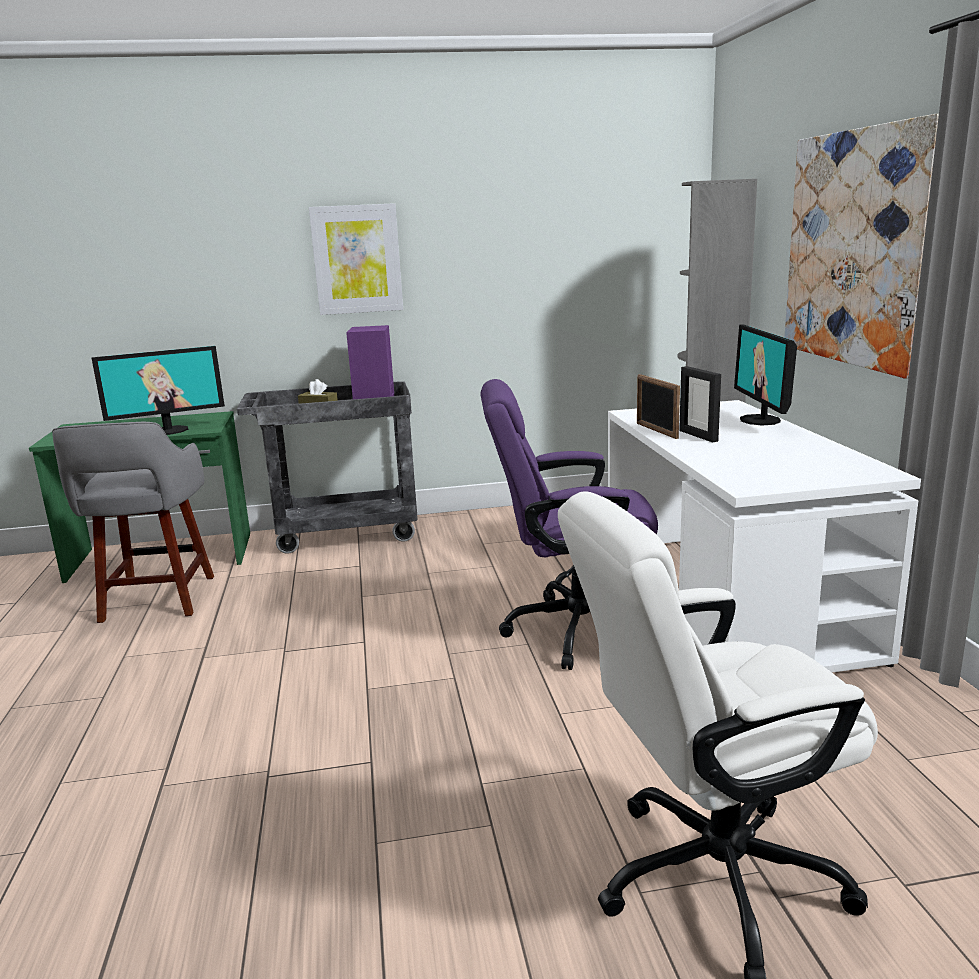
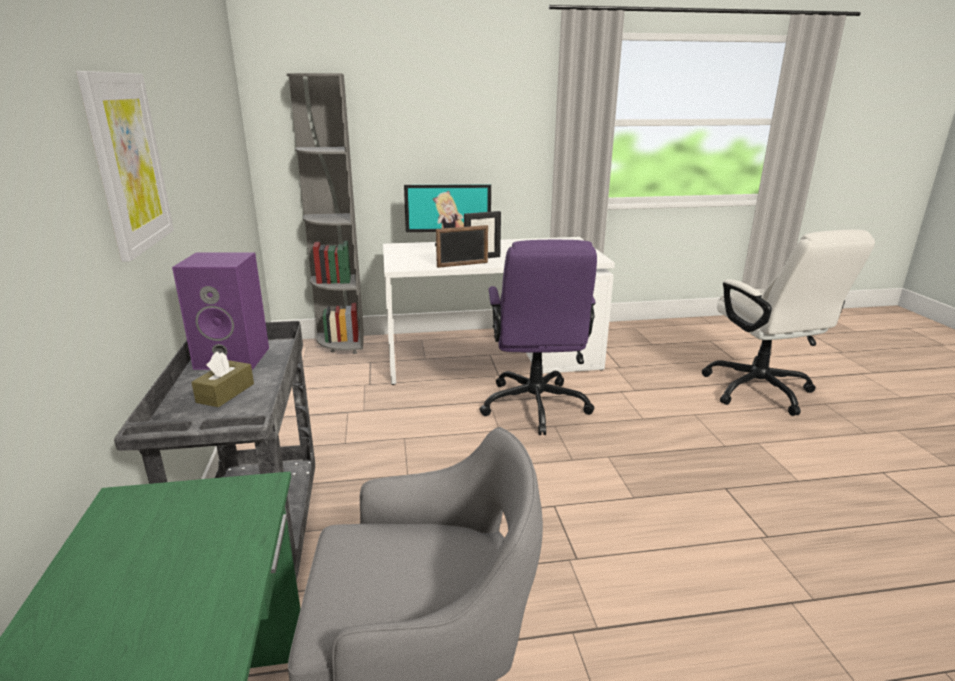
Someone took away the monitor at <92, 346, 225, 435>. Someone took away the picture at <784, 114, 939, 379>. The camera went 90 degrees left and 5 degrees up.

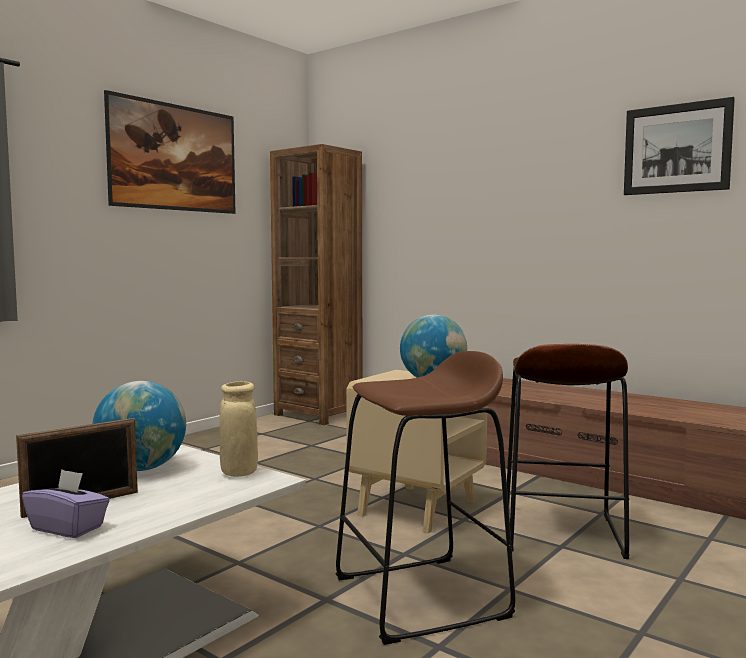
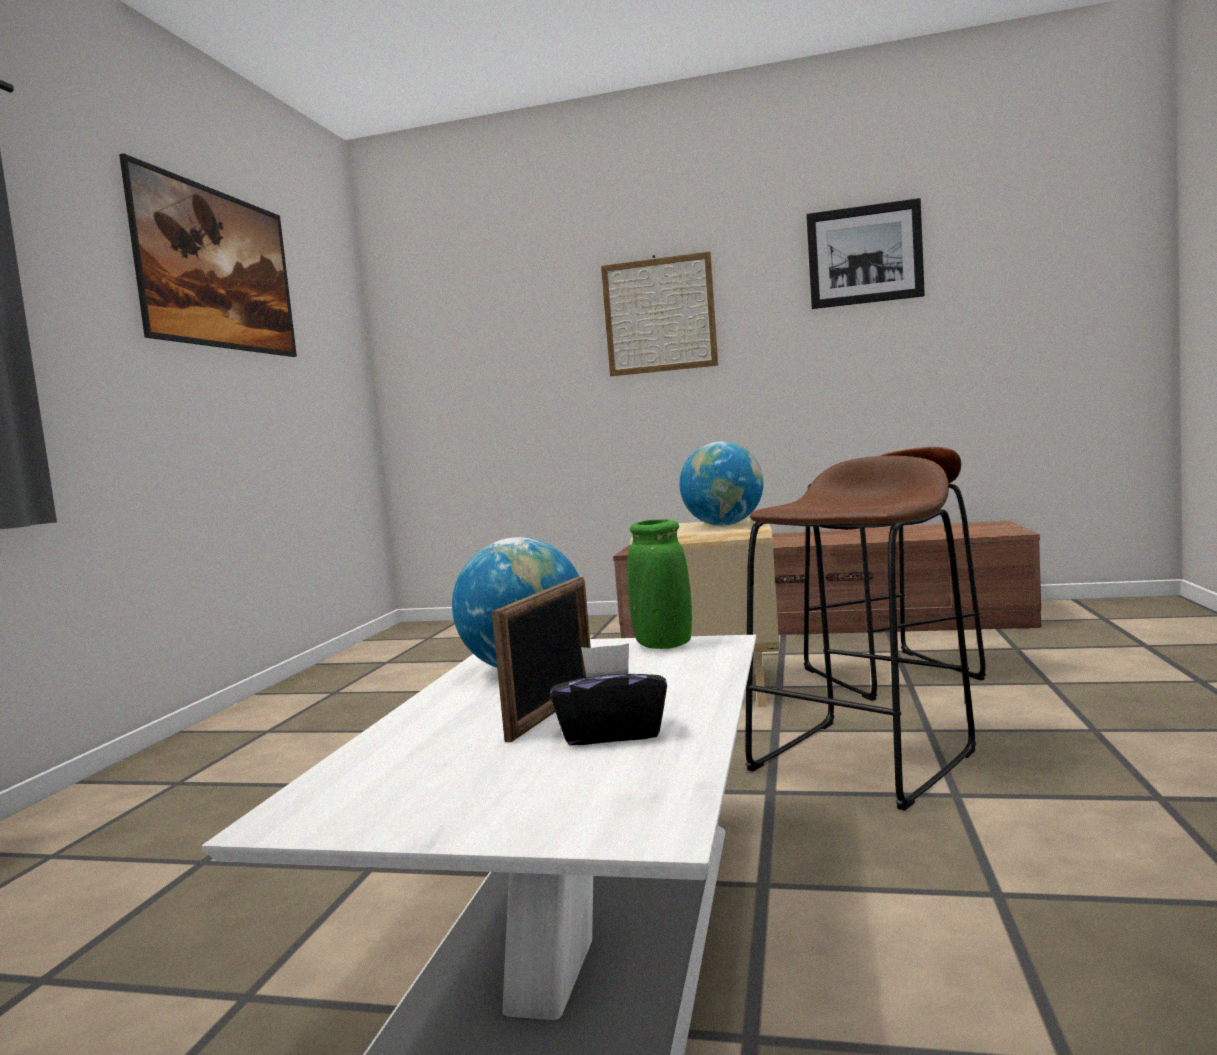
Someone took away the bookcase (brown) at <270, 144, 362, 425>. Someone put up the picture at <601, 251, 718, 376>. Someone repainted the tissue box (purple) at <22, 469, 110, 538>, which became the tissue box (black) at <550, 643, 667, 745>. Someone repainted the vase (beige) at <220, 381, 258, 476>, which became the vase (green) at <627, 519, 692, 649>. The camera went 25 degrees left and 0 degrees up.

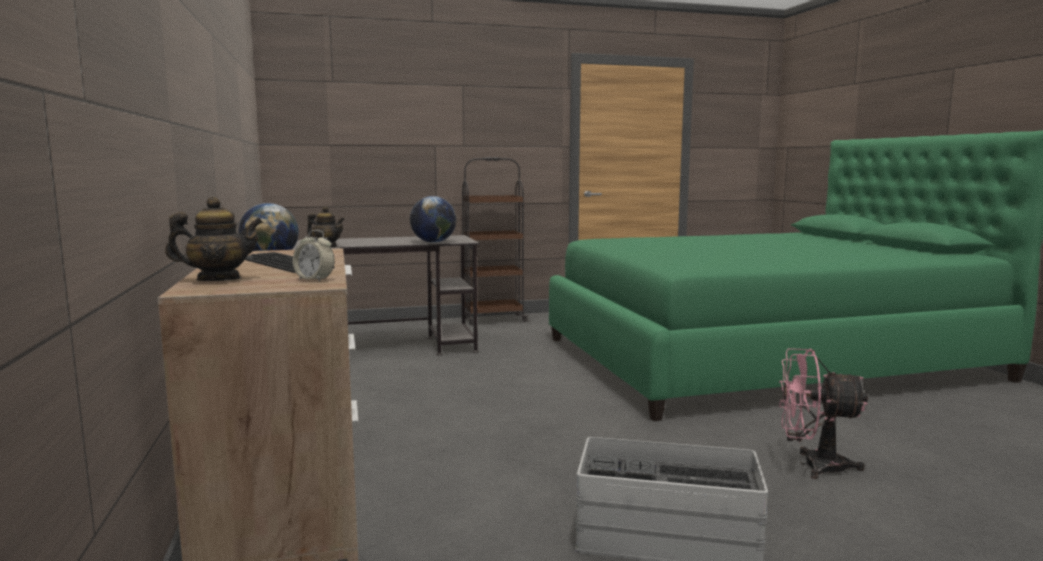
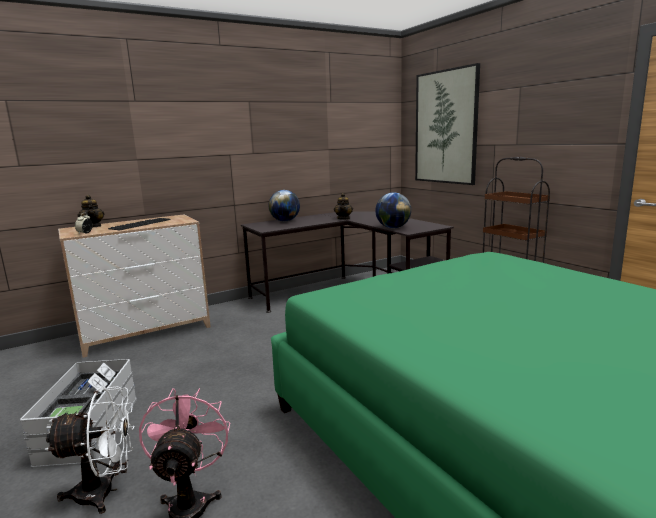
Someone put down the fan (white) at <45, 386, 135, 514>. Someone put up the picture at <415, 63, 480, 185>. The camera went 75 degrees right and 5 degrees up.

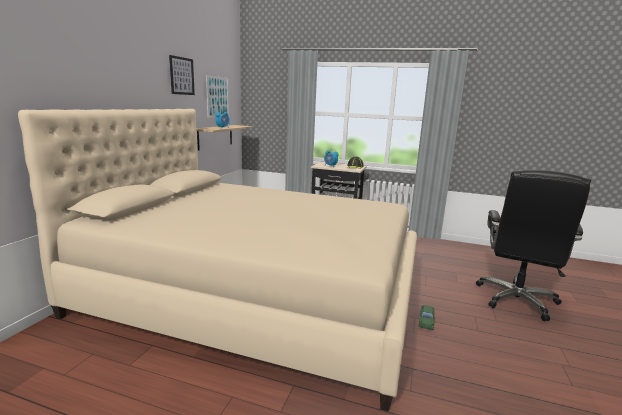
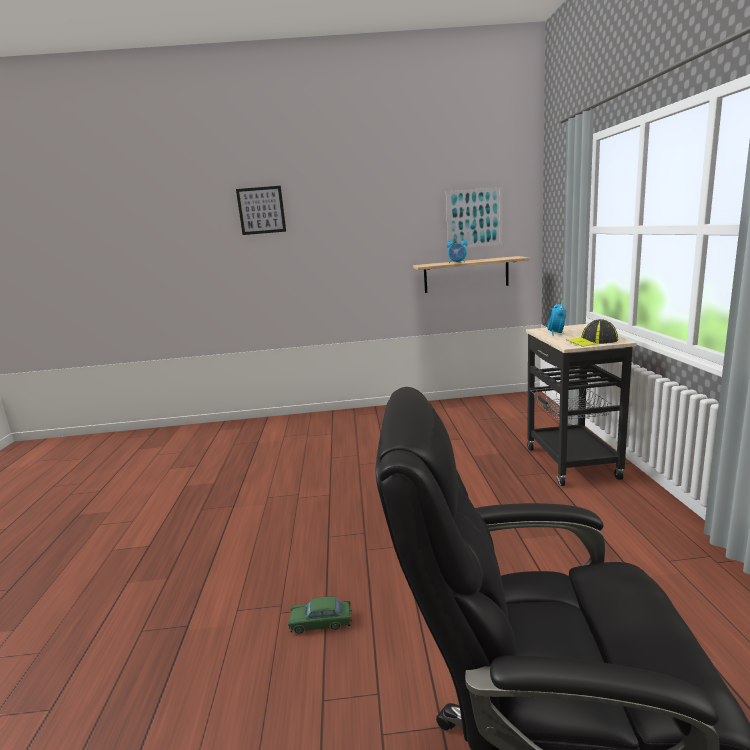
Someone took away the bed (beige) at <18, 109, 417, 412>. Someone carried the picture from <169, 55, 195, 95> to <236, 186, 286, 235>. The camera went 70 degrees right and 0 degrees up.

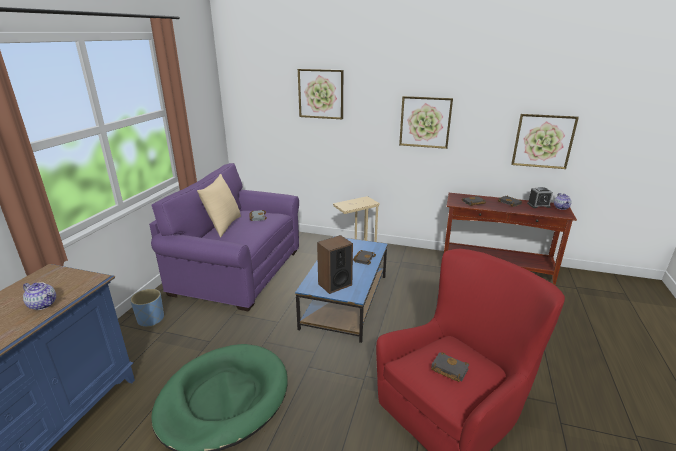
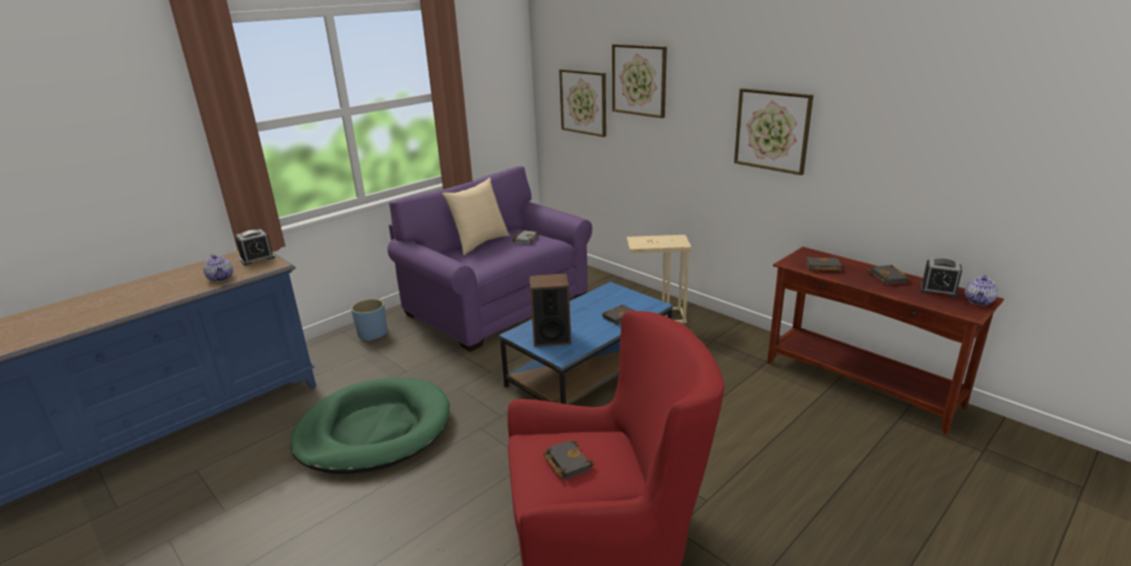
Someone put down the alarm clock at <235, 229, 275, 266>. Someone carried the picture from <511, 114, 579, 169> to <559, 69, 606, 137>. The camera went 30 degrees right and 0 degrees up.

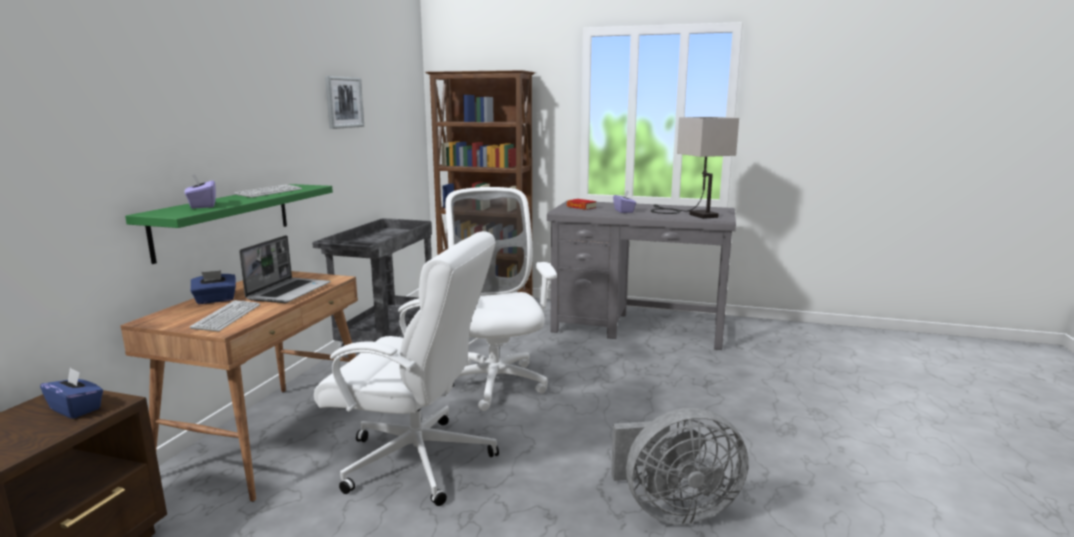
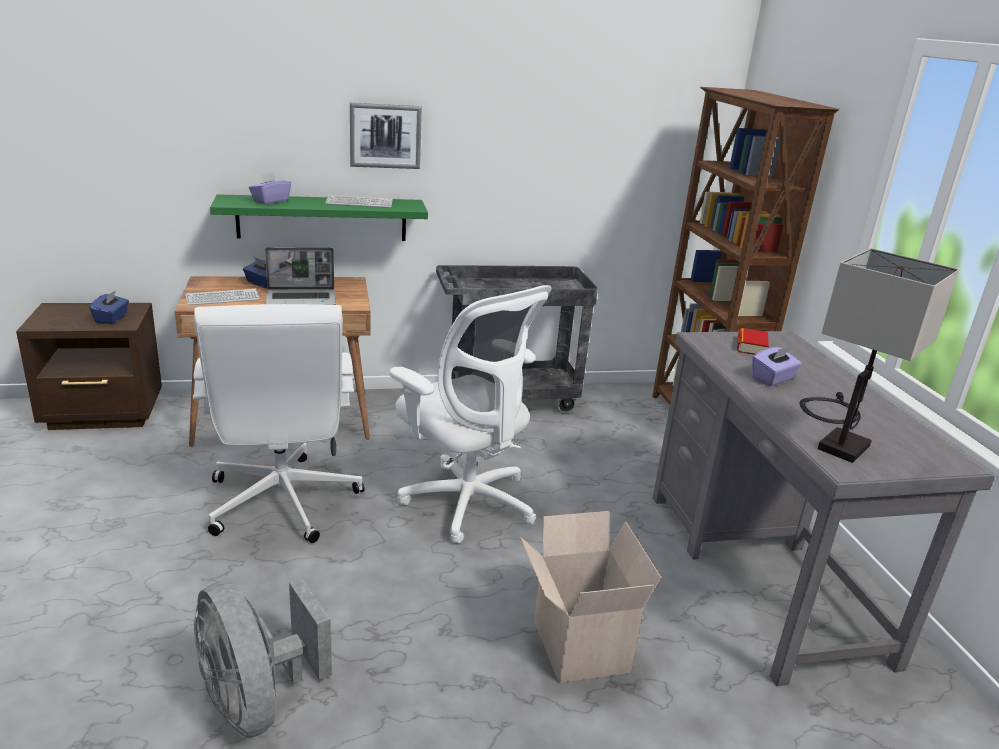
Someone put down the cardboard box at <520, 511, 661, 683>. Someone carried the picture from <325, 76, 364, 129> to <350, 103, 422, 169>. Someone rotated the office chair (white) at <445, 187, 557, 411> by 90 degrees clockwise. The camera went 60 degrees right and 10 degrees up.

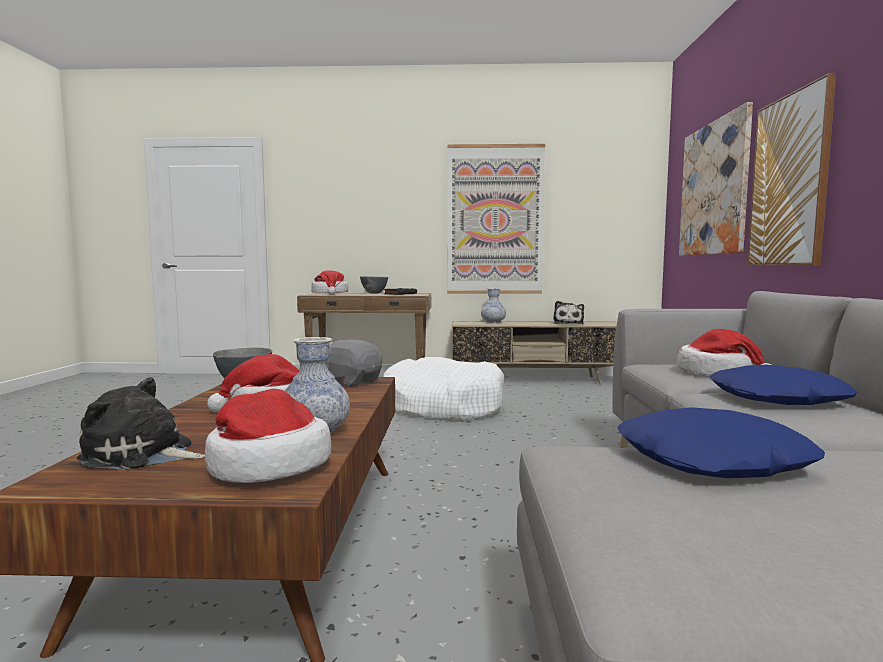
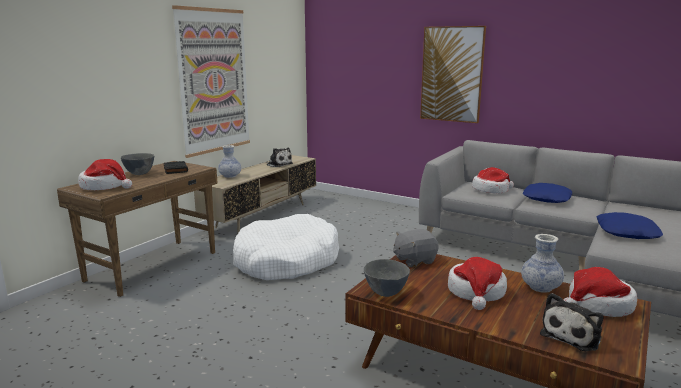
Someone took away the picture at <679, 102, 753, 256>. The camera went 60 degrees left and 10 degrees up.

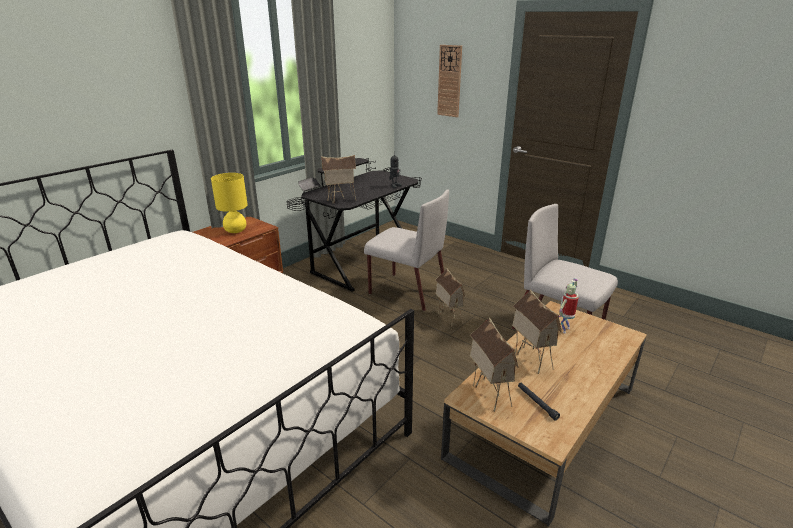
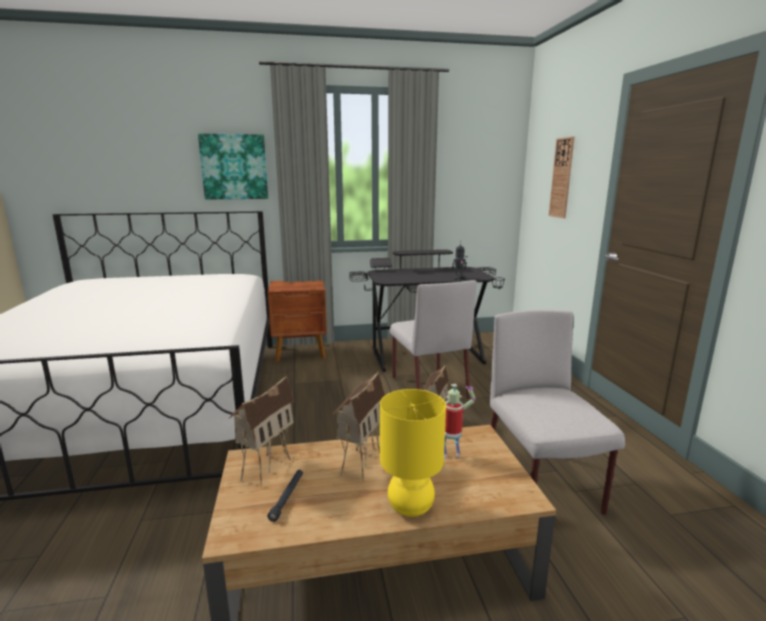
Someone took away the toy house at <321, 155, 356, 203>. Someone put up the picture at <198, 134, 268, 199>. Someone carried the table lamp (yellow) from <211, 173, 248, 233> to <380, 389, 446, 517>. The camera went 40 degrees right and 10 degrees down.

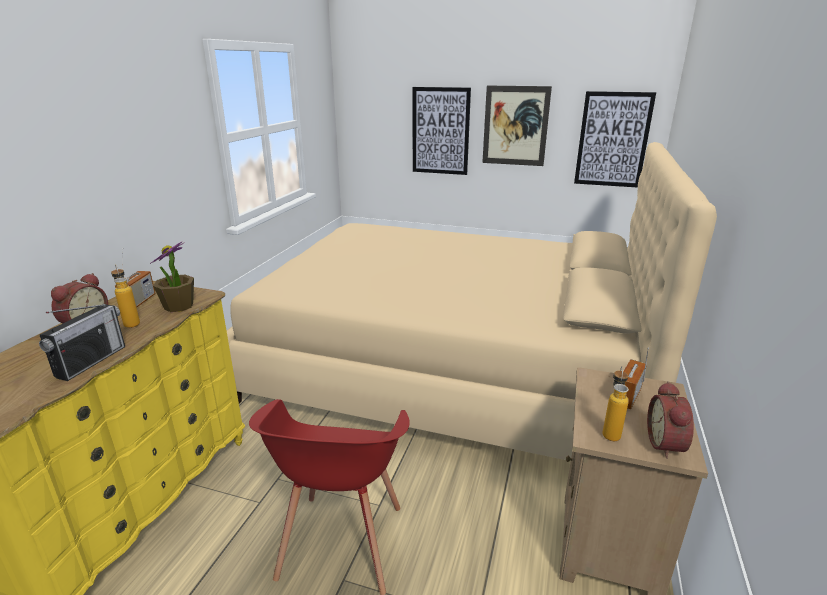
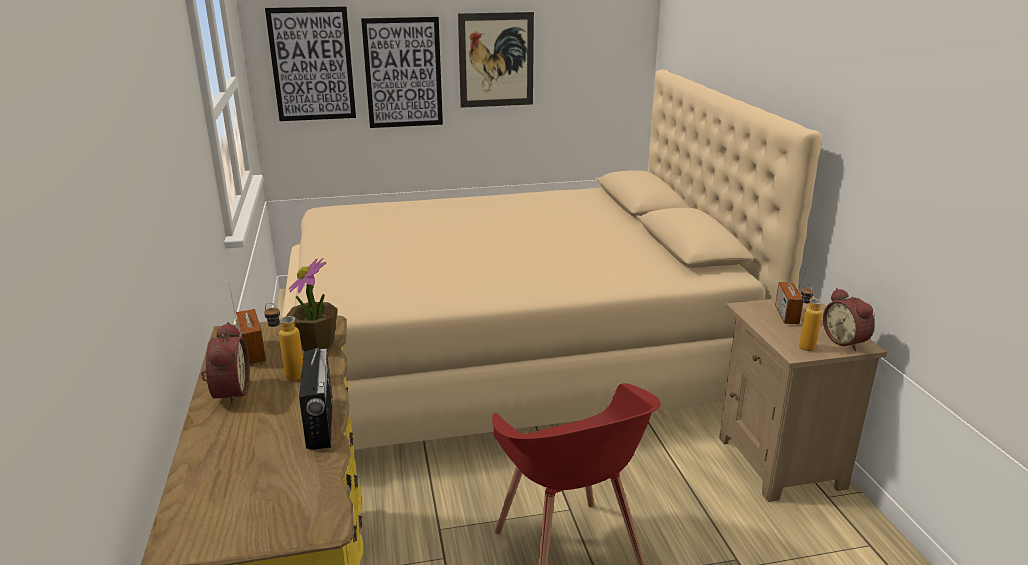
Someone carried the picture from <574, 91, 656, 188> to <265, 6, 356, 121>. The camera went 30 degrees left and 0 degrees up.

